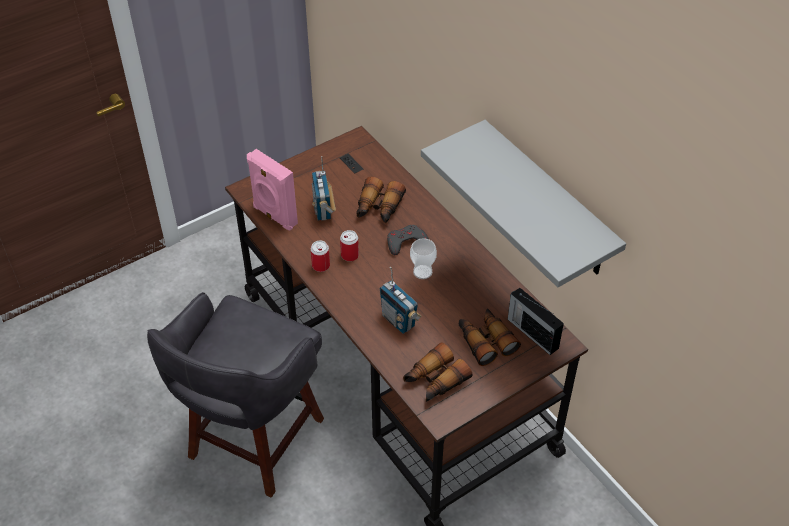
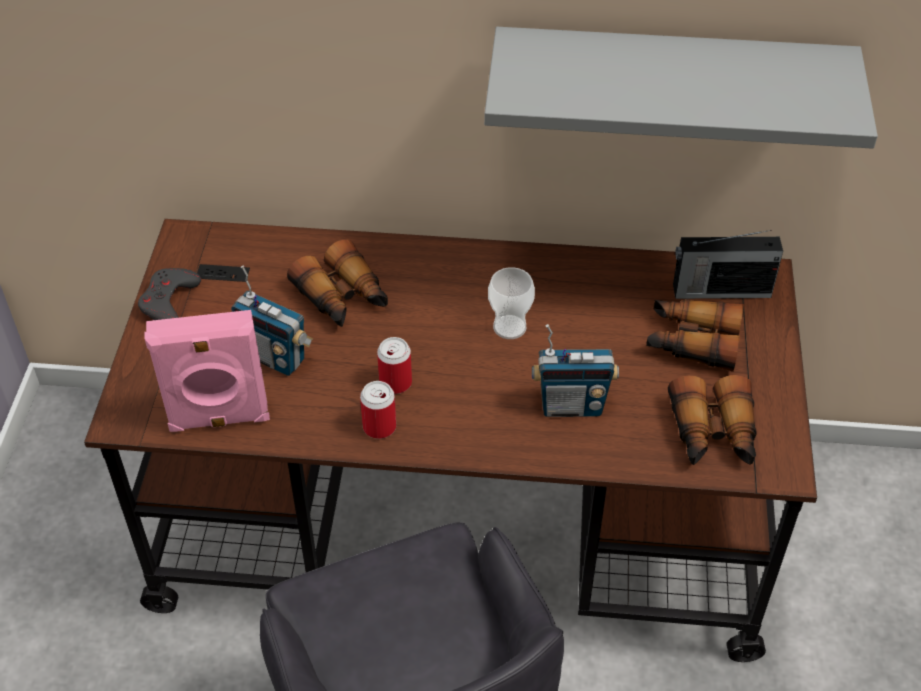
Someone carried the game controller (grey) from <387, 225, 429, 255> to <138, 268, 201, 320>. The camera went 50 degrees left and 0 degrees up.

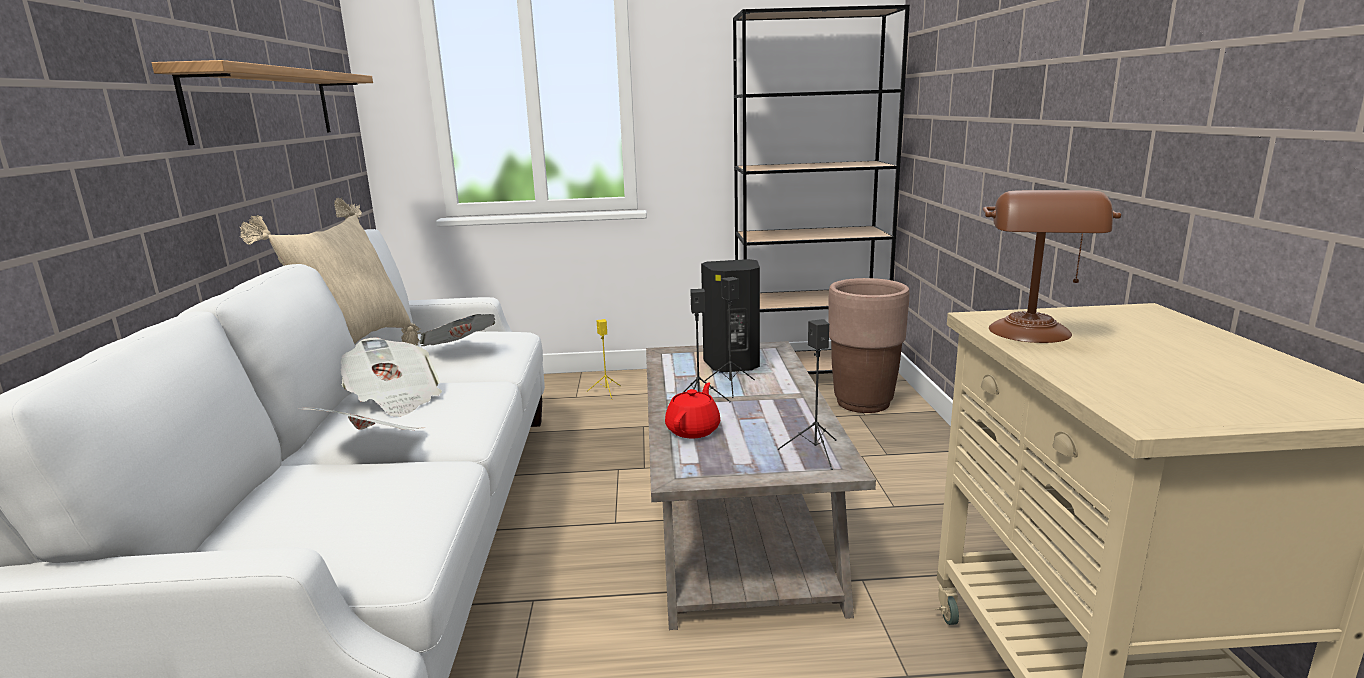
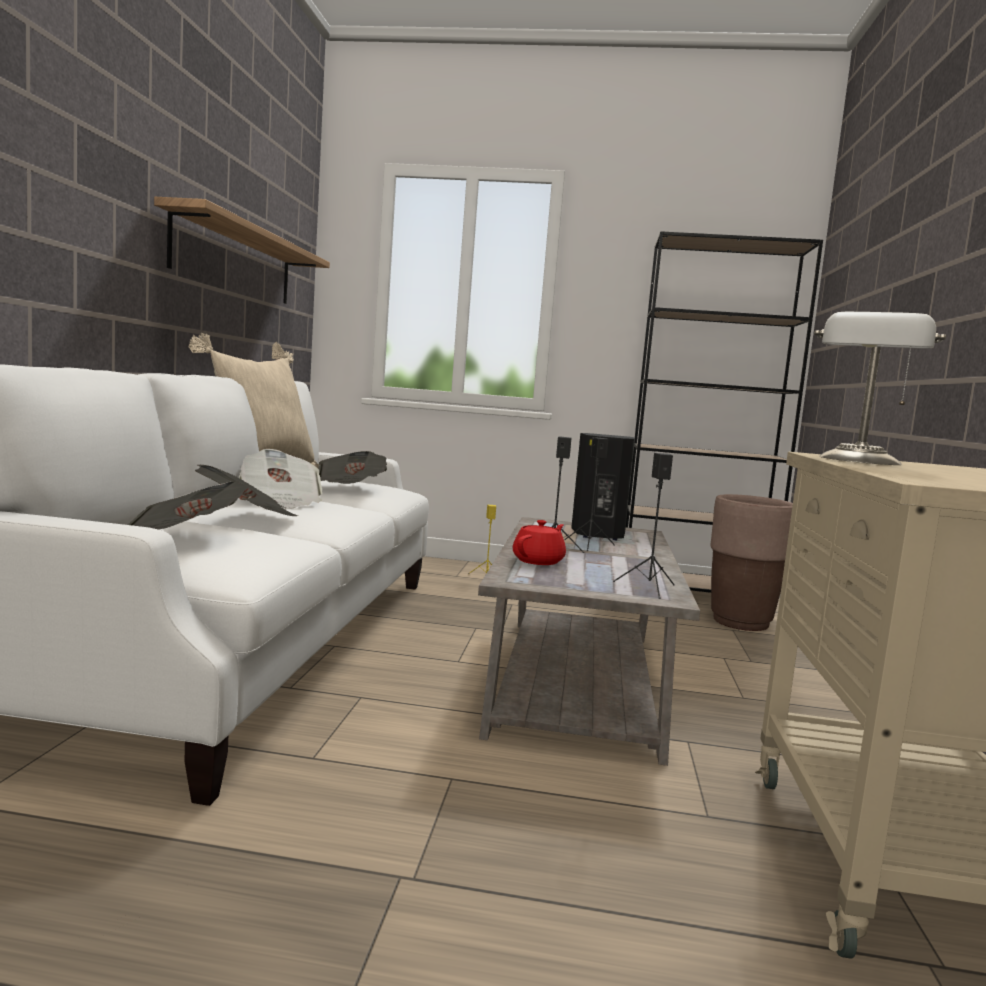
Someone put down the newspaper at <128, 481, 249, 530>. Someone repainted the table lamp (brown) at <983, 190, 1121, 343>, which became the table lamp (white) at <814, 312, 946, 465>. The camera went 10 degrees right and 10 degrees down.

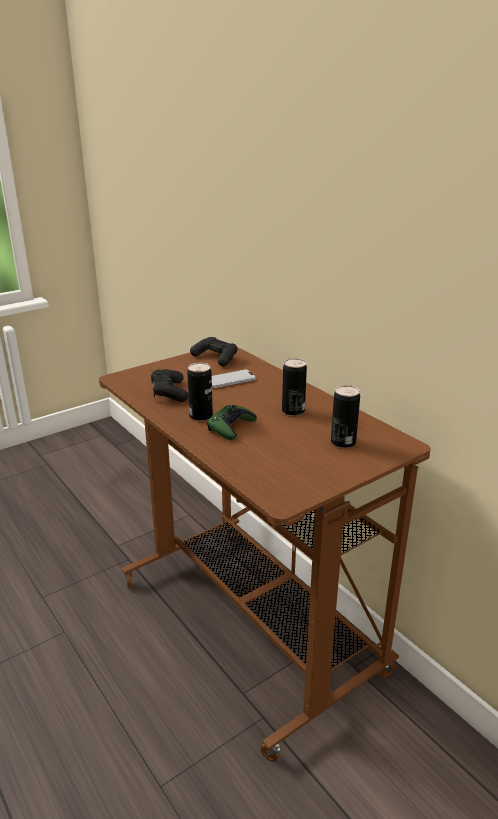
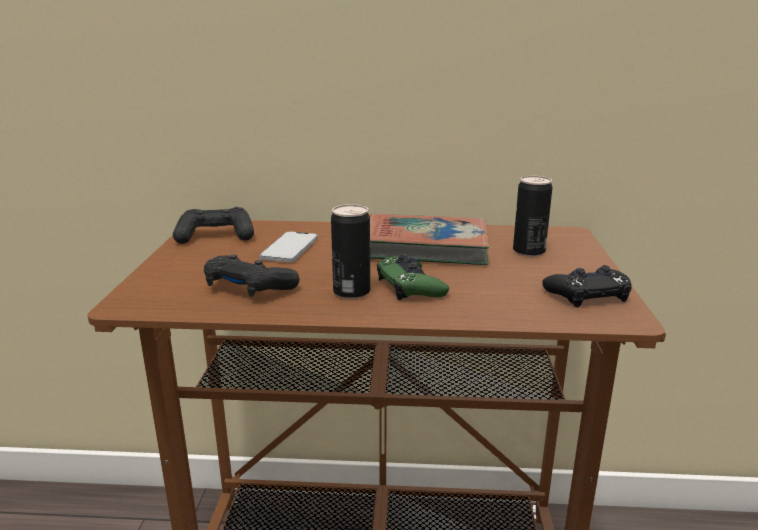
Someone put down the game controller (black) at <542, 265, 632, 308>. Someone swapped the can at <282, 358, 307, 416> for the book at <369, 214, 489, 265>. The camera went 50 degrees left and 5 degrees down.

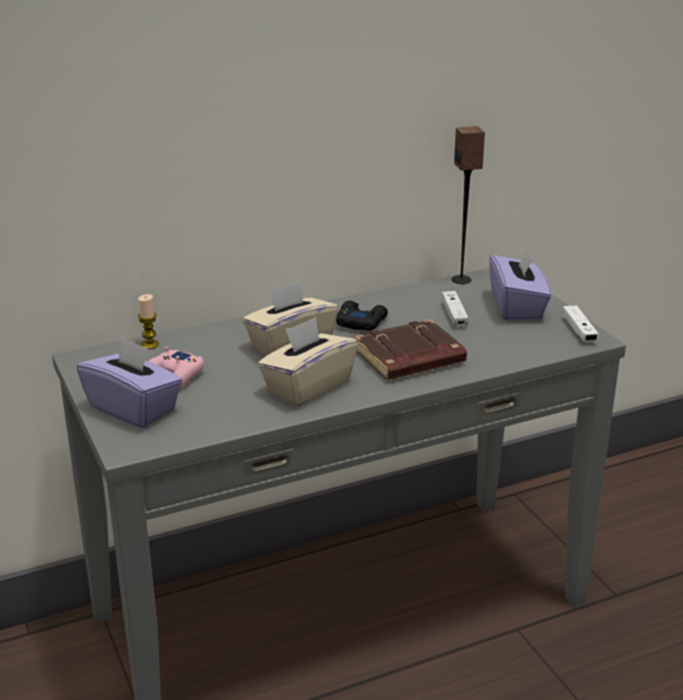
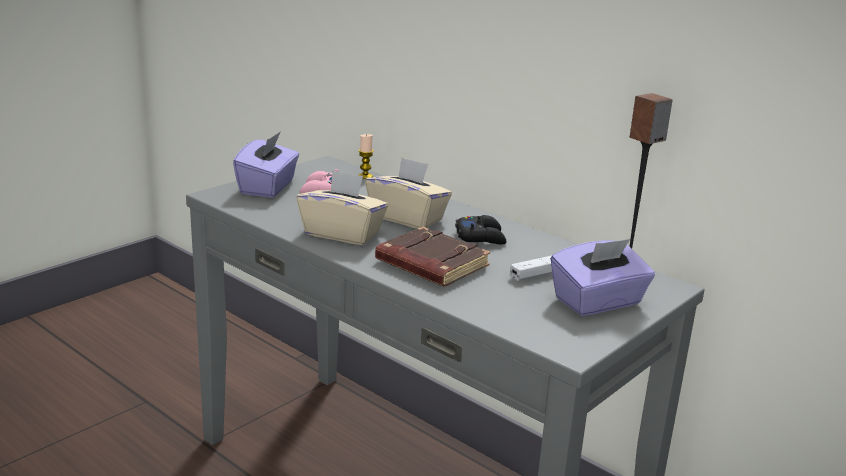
Someone took away the game controller (white) at <563, 305, 599, 342>. The camera went 65 degrees right and 5 degrees down.

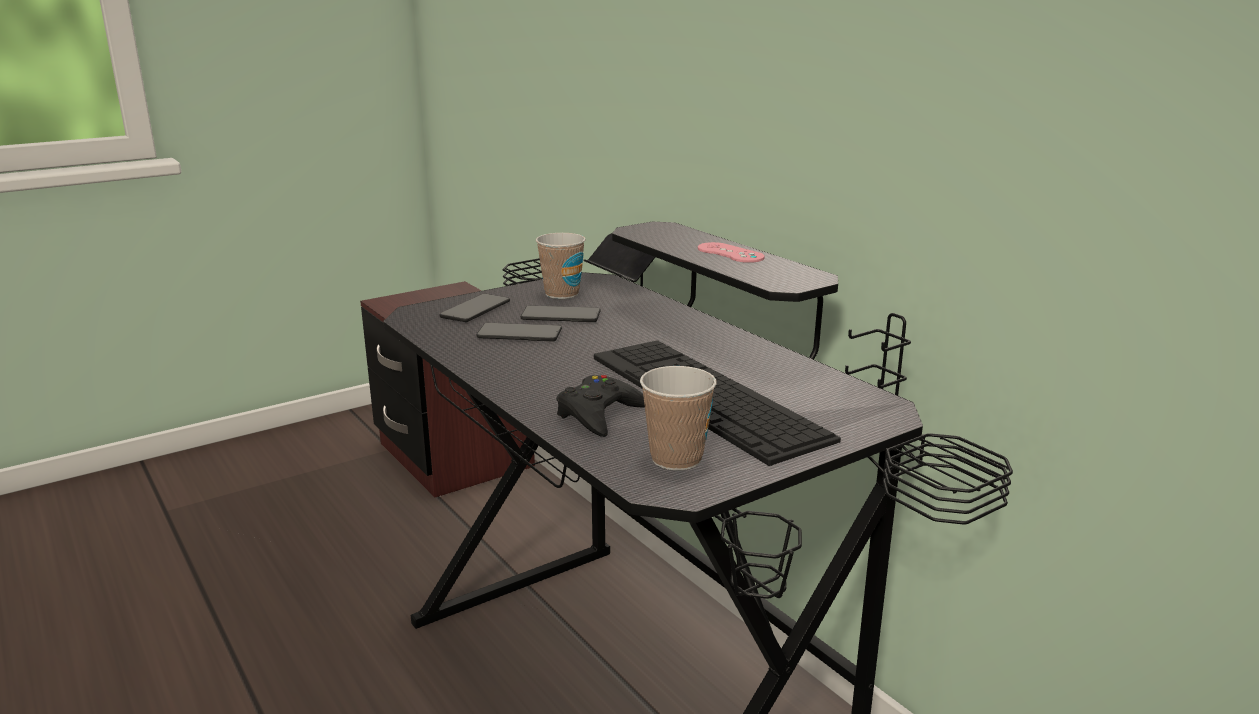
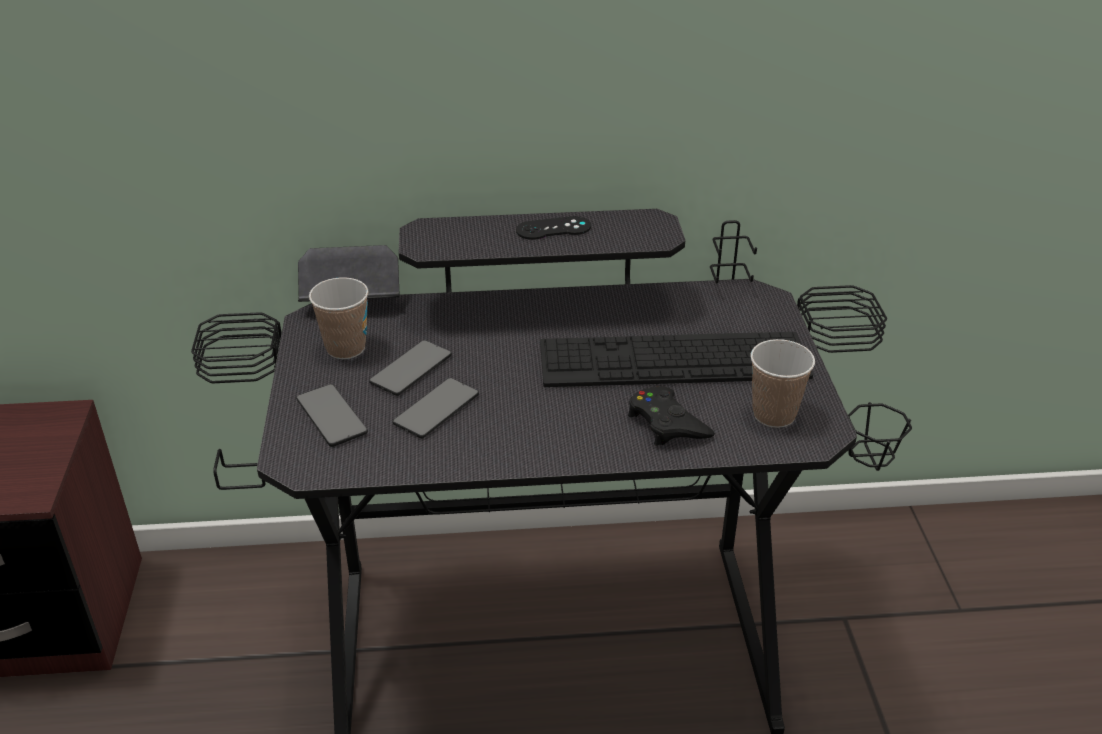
Someone repainted the game controller (pink) at <698, 242, 765, 263>, which became the game controller (black) at <516, 216, 591, 240>. The camera went 60 degrees left and 15 degrees up.

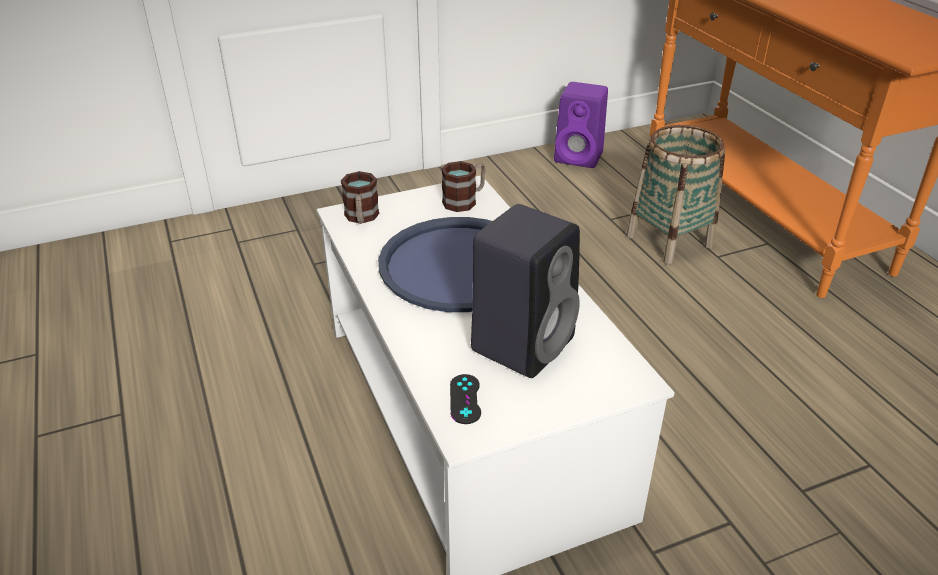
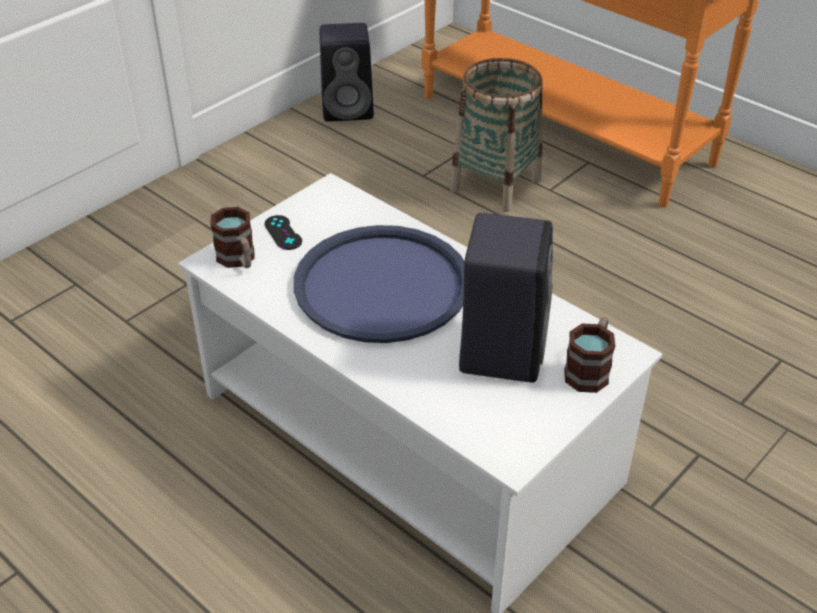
Someone carried the mug from <441, 161, 485, 212> to <564, 317, 615, 393>. Someone carried the game controller (black) from <450, 374, 481, 424> to <265, 215, 302, 250>. Someone repainted the speaker (purple) at <554, 82, 608, 168>, which became the speaker (black) at <320, 23, 374, 122>. The camera went 25 degrees left and 5 degrees up.

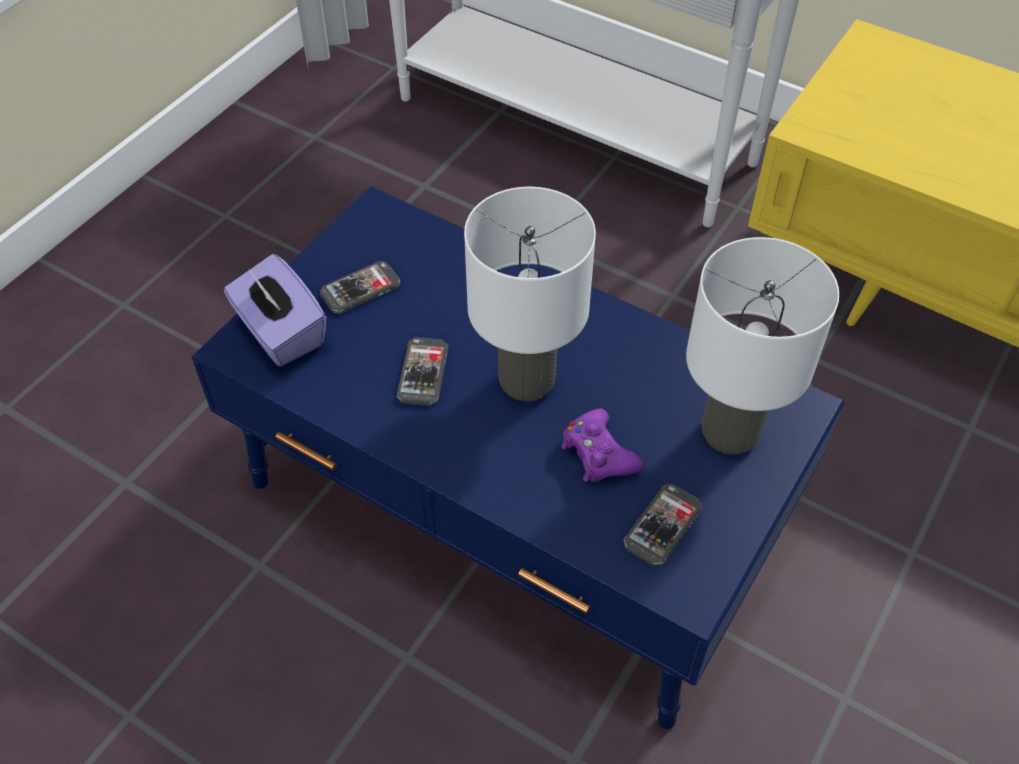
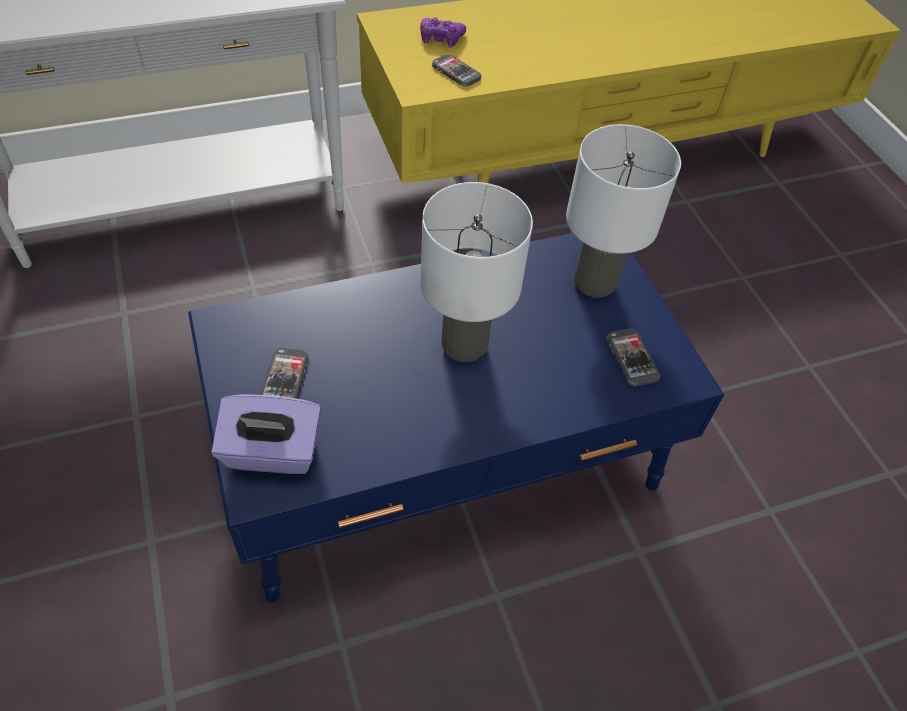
Someone carried the phone from <396, 337, 448, 406> to <432, 54, 481, 87>. Someone carried the game controller (purple) from <561, 408, 643, 482> to <420, 17, 466, 47>. The camera went 55 degrees left and 0 degrees up.

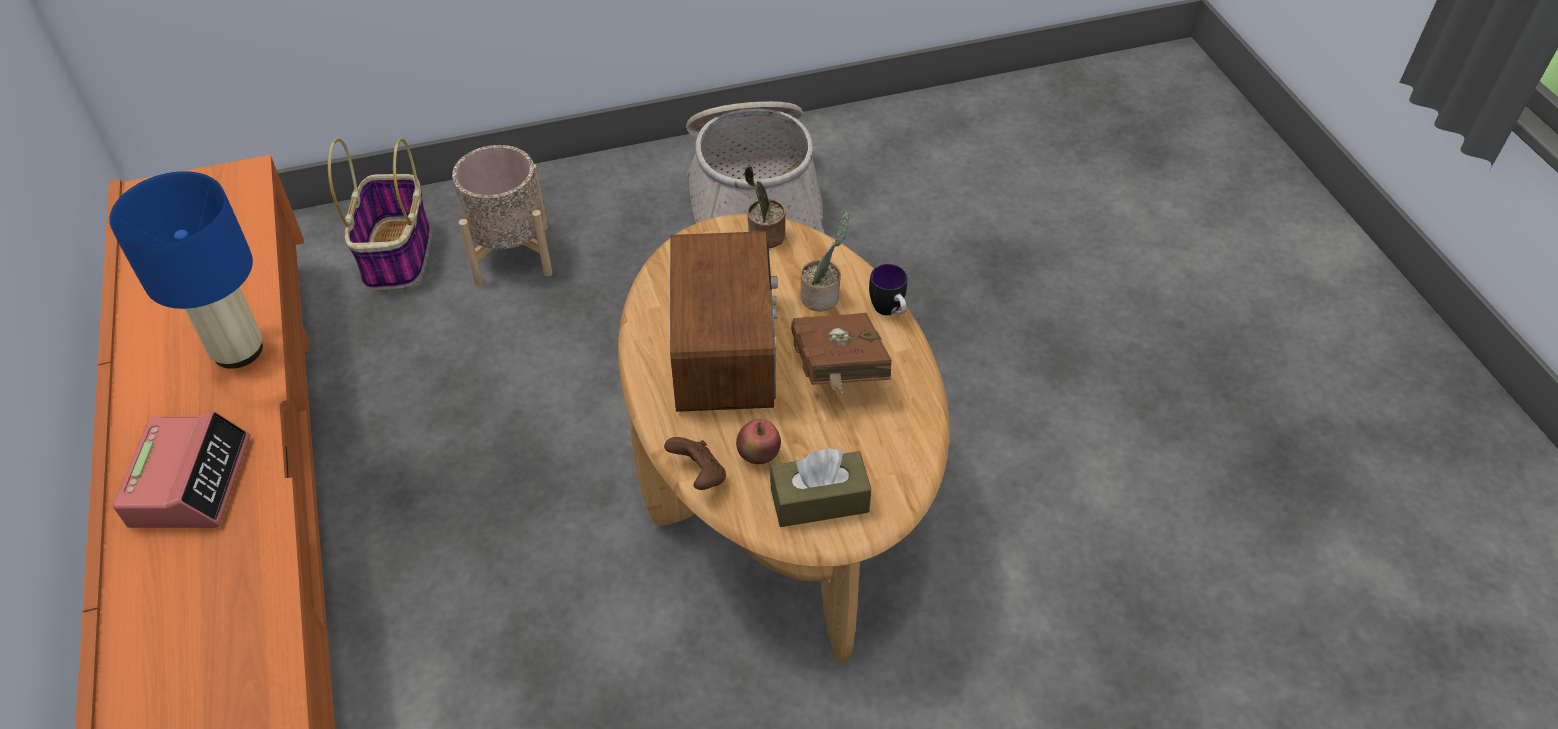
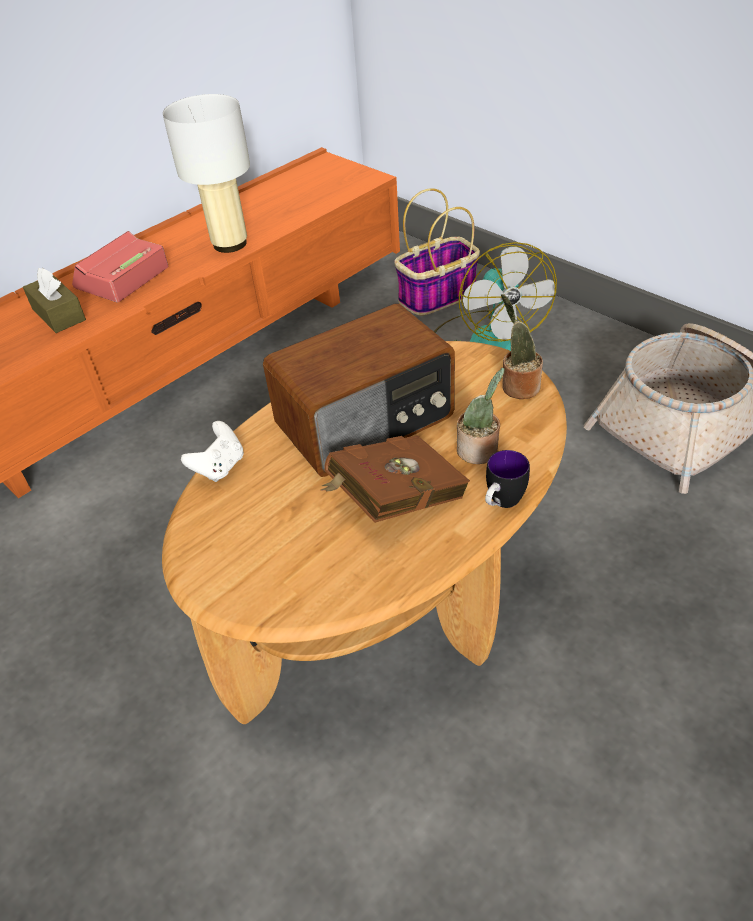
Someone took away the apple at <736, 419, 781, 464>. Someone carried the tissue box (brown) from <770, 448, 871, 527> to <23, 268, 86, 333>. Someone swapped the planter (beige) at <452, 145, 553, 286> for the fan at <434, 242, 557, 351>. Someone repainted the table lamp (blue) at <109, 171, 263, 369>, which became the table lamp (white) at <163, 94, 250, 253>. Someone repainted the game controller (brown) at <664, 437, 726, 490>, which became the game controller (white) at <181, 421, 244, 482>. Someone rotated the alarm clock at <113, 411, 251, 528> by 150 degrees clockwise. The camera went 65 degrees right and 5 degrees down.

